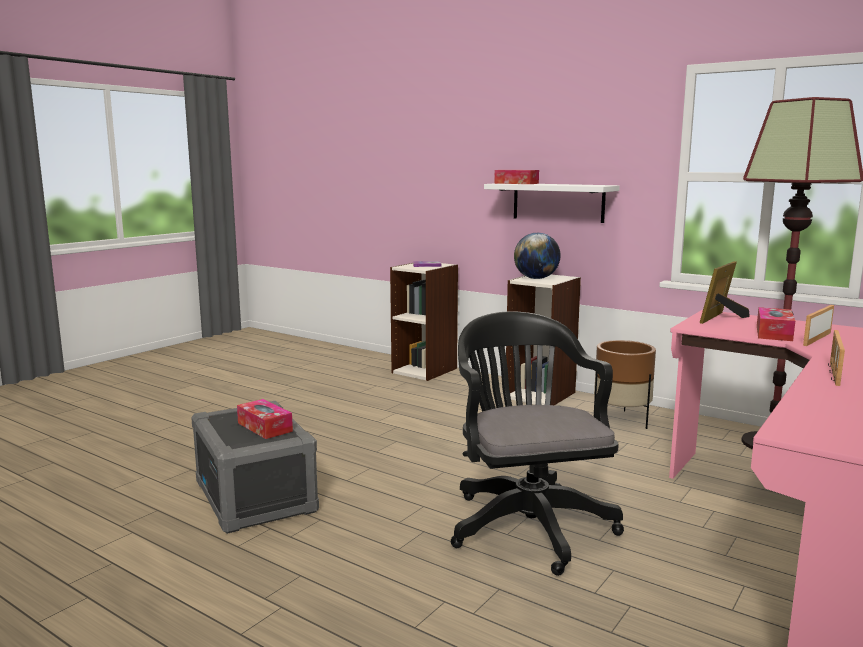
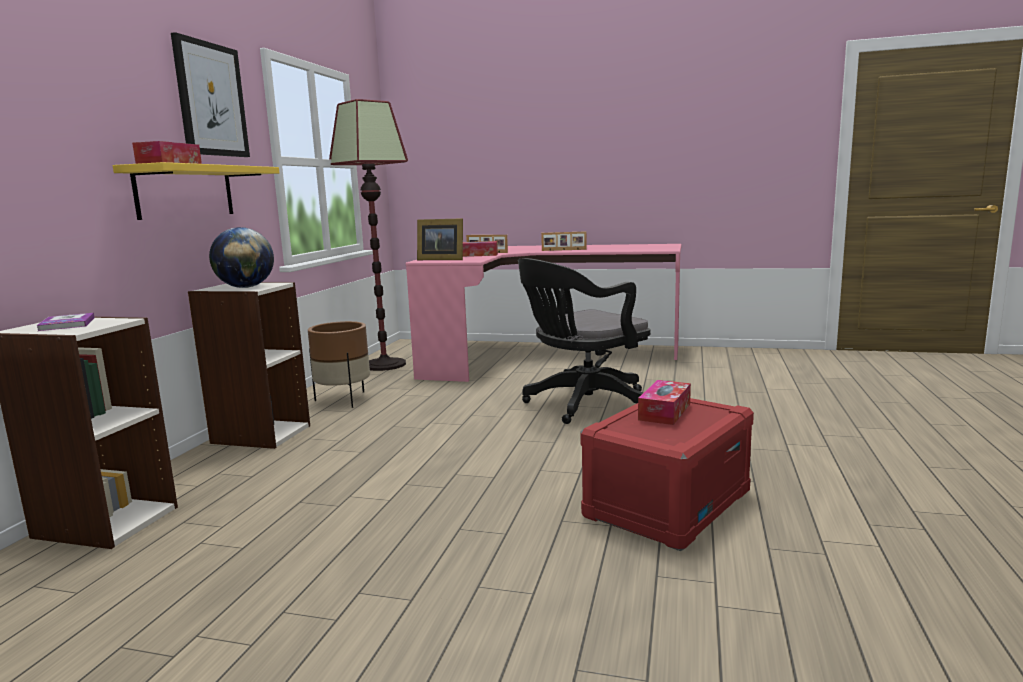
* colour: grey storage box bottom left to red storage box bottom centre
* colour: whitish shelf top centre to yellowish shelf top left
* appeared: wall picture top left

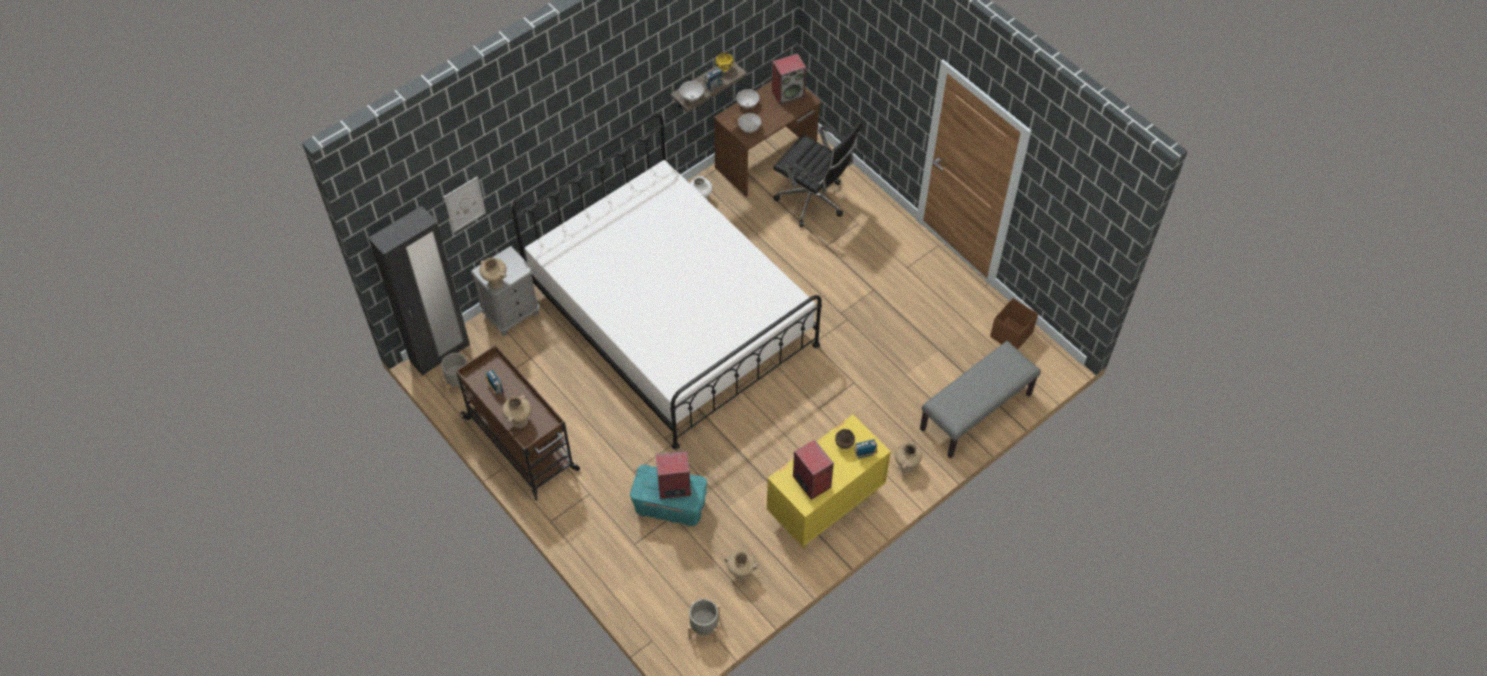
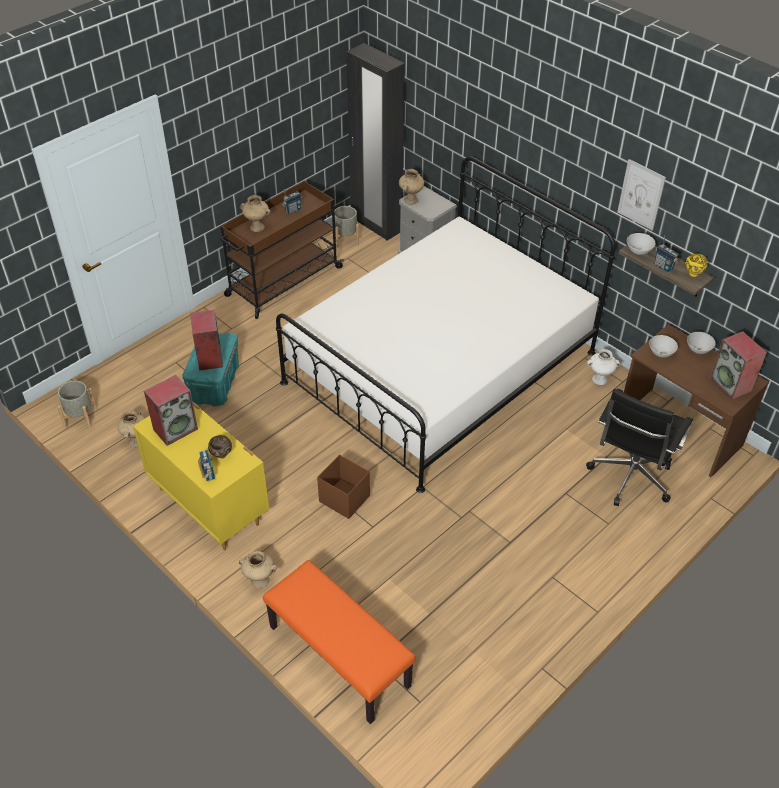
* relocated: wall picture top left to top right
* colour: grey long seat centre to orange long seat bottom centre
* relocated: brown-coloured storage box middle right to centre

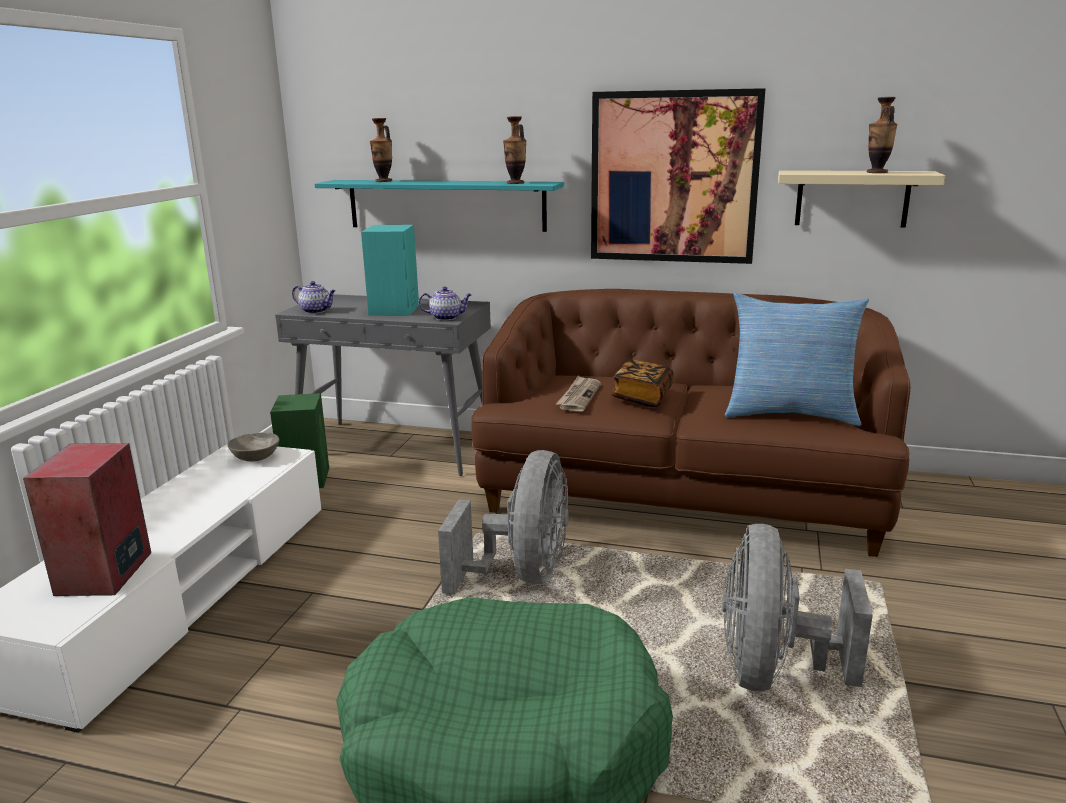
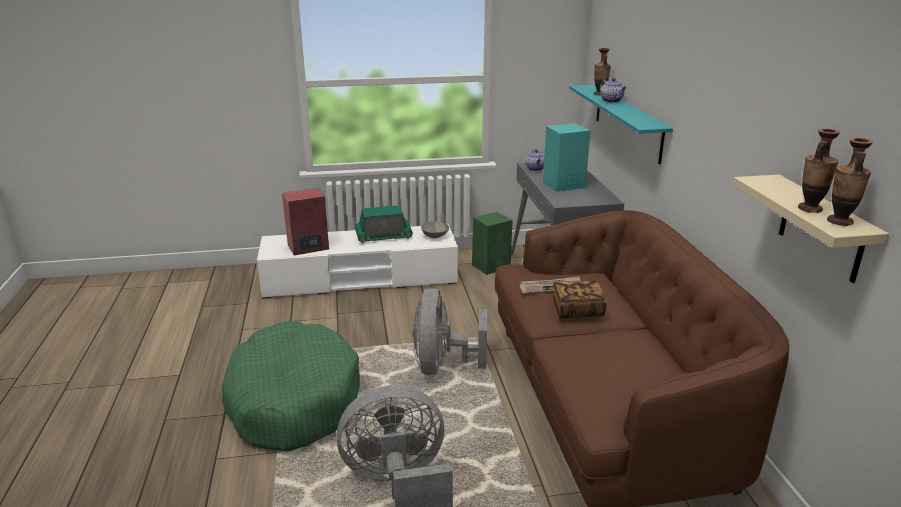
* relocated: pot for tea (no. 2 from left) centre to top right
* spun: grey fan (no. 1 from left in the first image) centre = centre 105 degrees clockwise
* relocated: decorative vase (no. 2 from left in the first image) top centre to decorative vase (no. 3 from left) middle right
* missing: wall picture top centre
* missing: cushion middle right
* appeared: radio centre

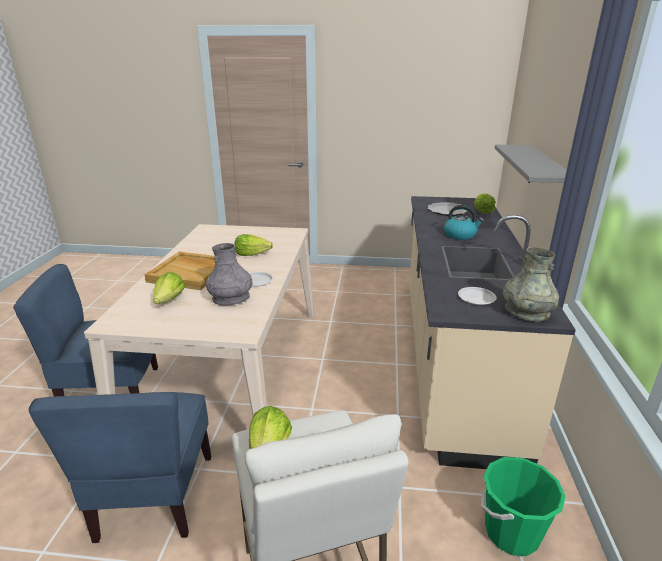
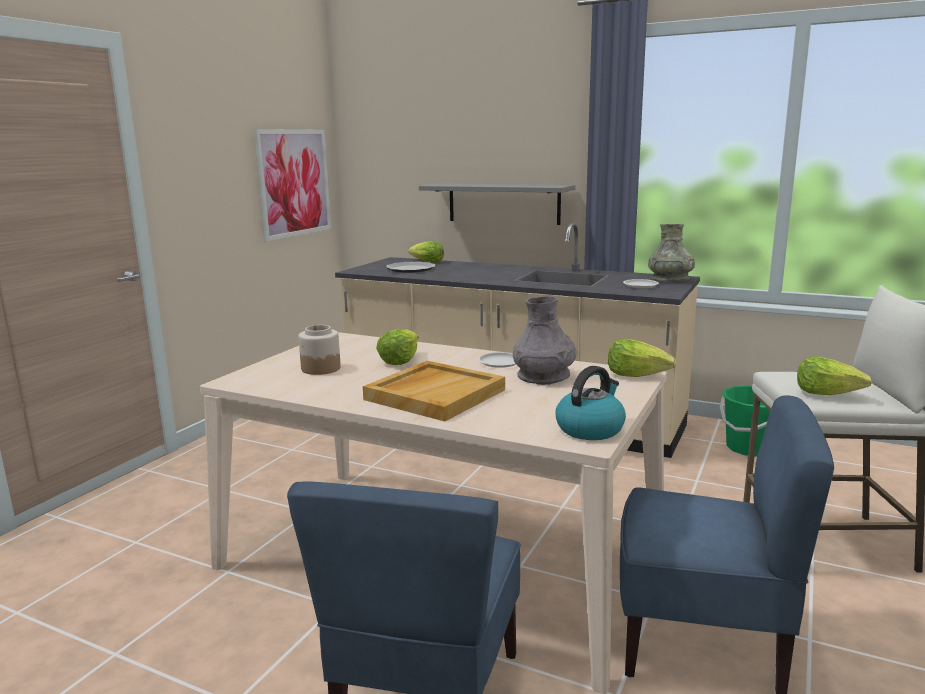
* relocated: lettuce head (no. 1 from left in the first image) middle left to lettuce head (no. 3 from left) middle right
* relocated: kettle middle right to centre
* appeared: wall picture top left
* appeared: jar centre

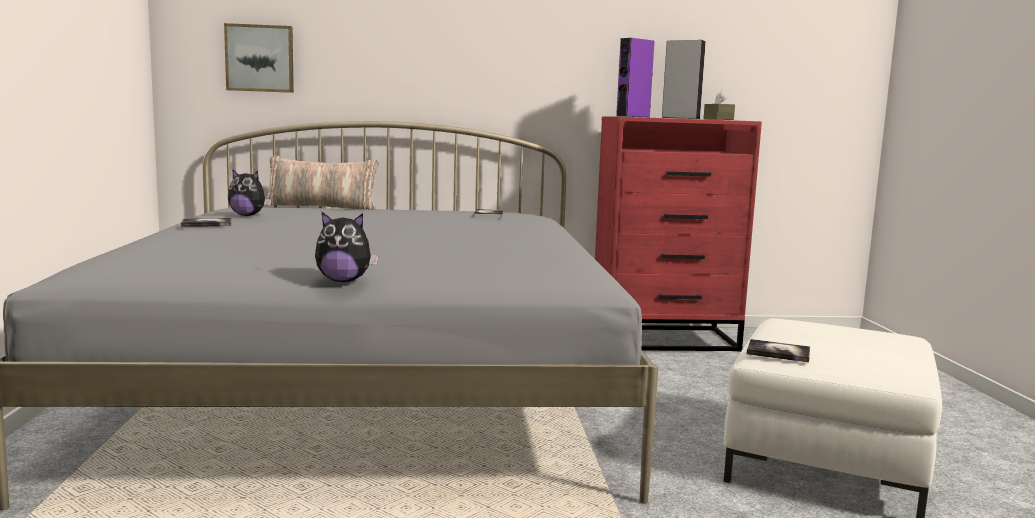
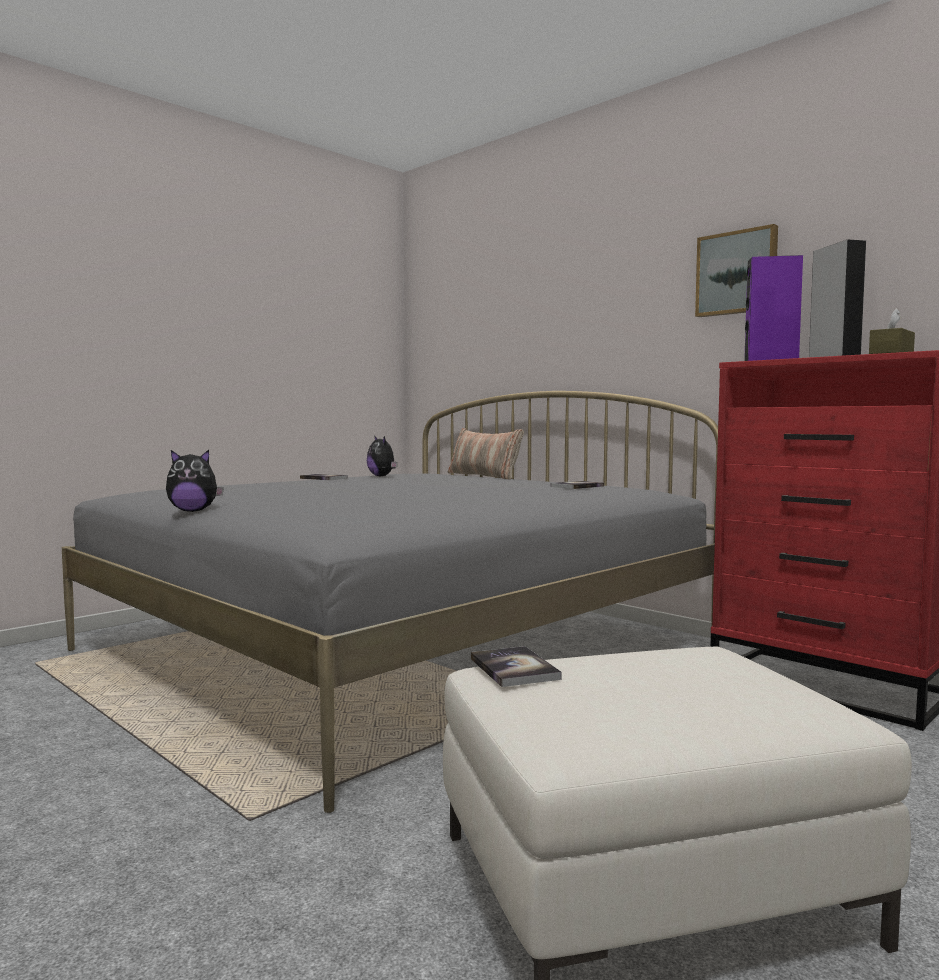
* relocated: wall picture top left to top right
* spun: soft toy (no. 2 from left in the first image) centre = middle left 60 degrees counterclockwise

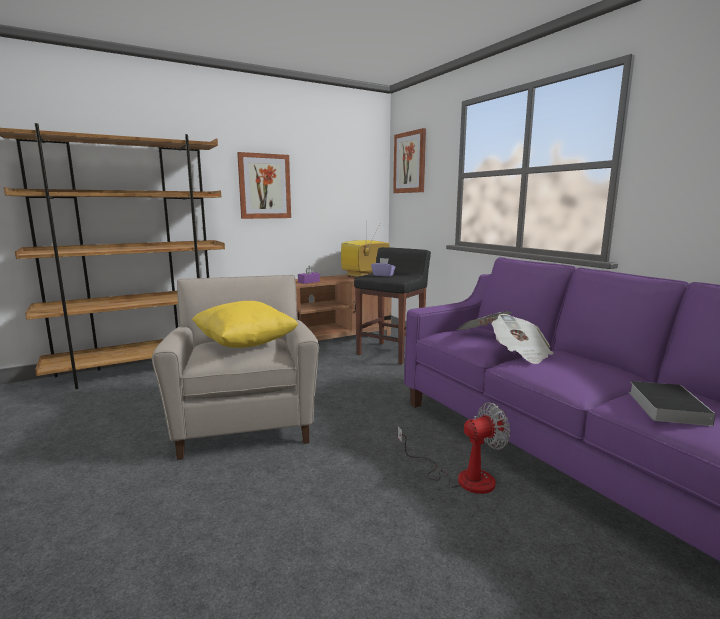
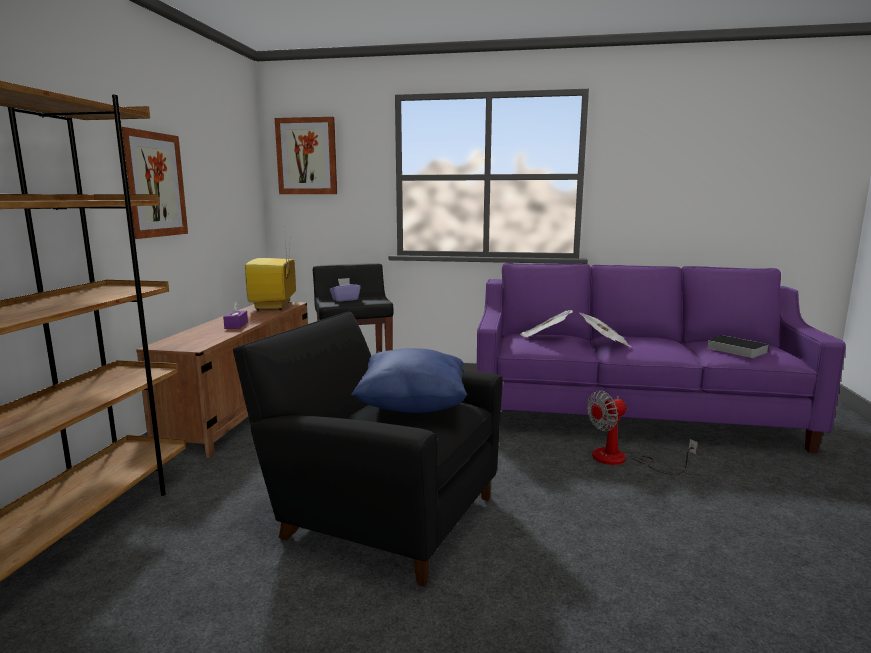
* colour: beige-coloured lounge chair middle left to blackish lounge chair bottom centre
* colour: yellowish cushion centre to blue-coloured cushion centre
* spun: fan bottom centre = middle right 135 degrees counterclockwise

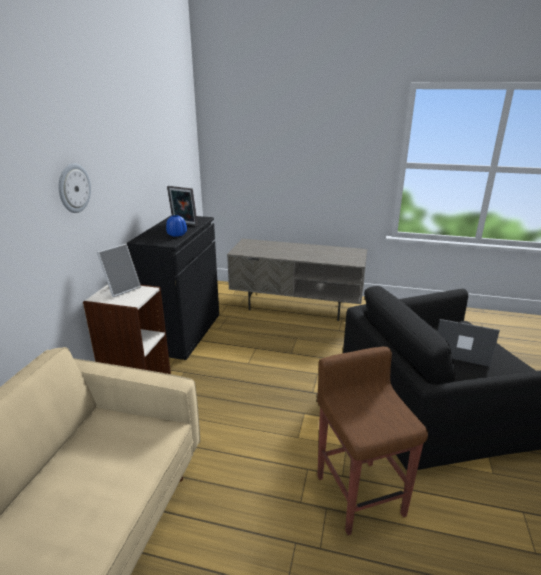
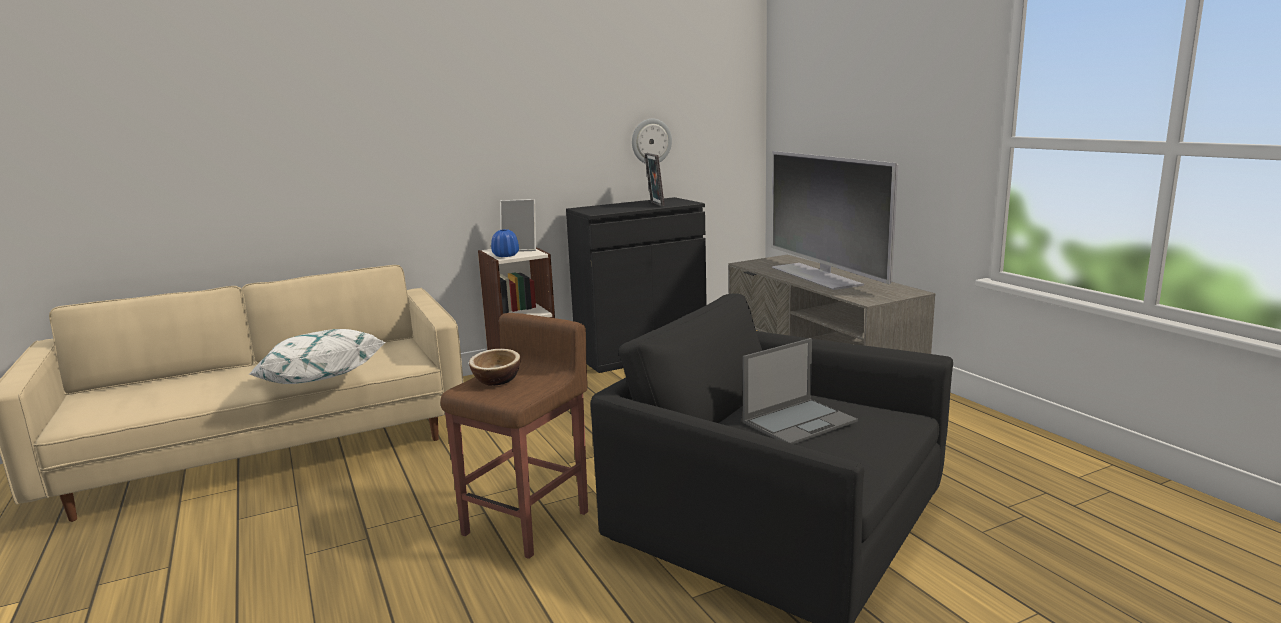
* relocated: clock on the wall top left to top centre
* relocated: blue-coloured decorative vase middle left to centre
* spun: portable computer middle right = centre 75 degrees clockwise
* appeared: whitish cushion middle left
* appeared: deep dish centre
* appeared: television centre

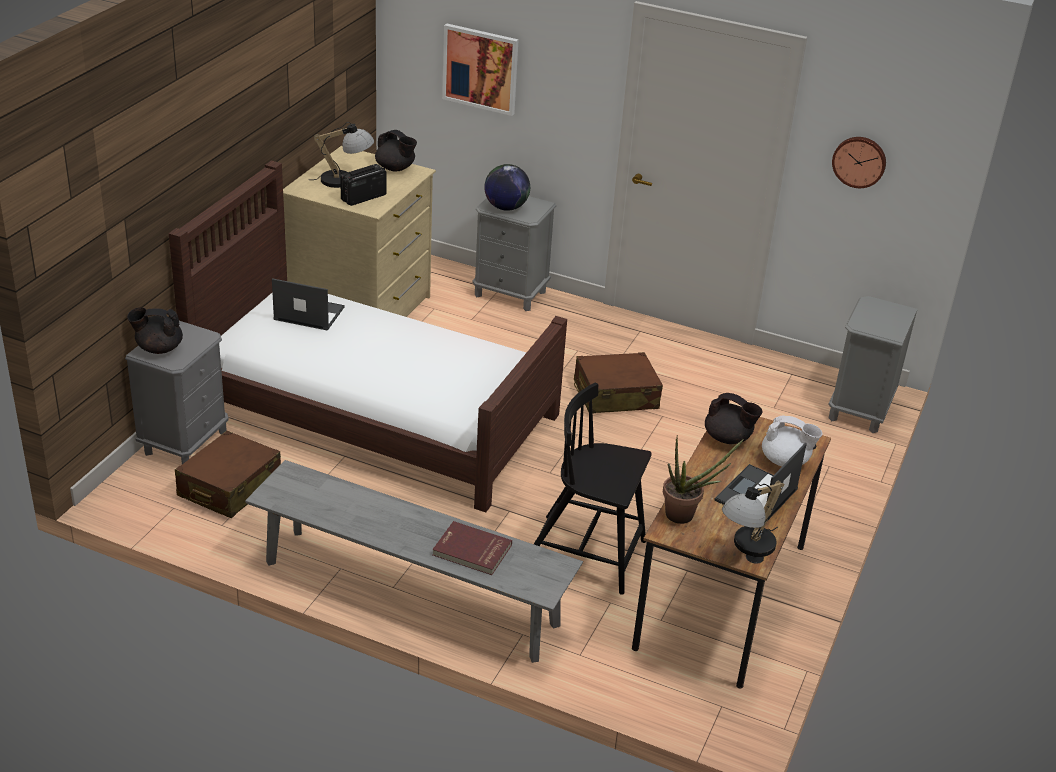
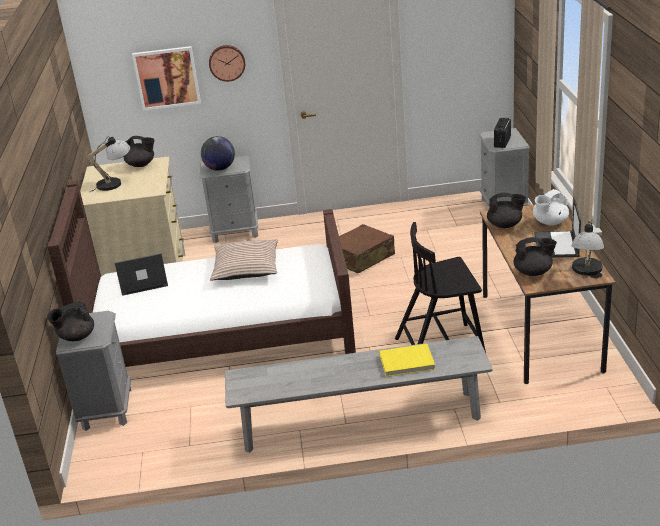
* missing: brown-coloured piece of luggage (no. 1 from left) middle left
* relocated: radio top centre to top right
* colour: red book bottom centre to yellowish book bottom centre
* exchanged: plant in a pot centre to blackish pot for tea (no. 4 from left) middle right
* spun: whitish pot for tea middle right = middle right 150 degrees clockwise
* relocated: clock on the wall top right to top centre
* appeared: cushion centre

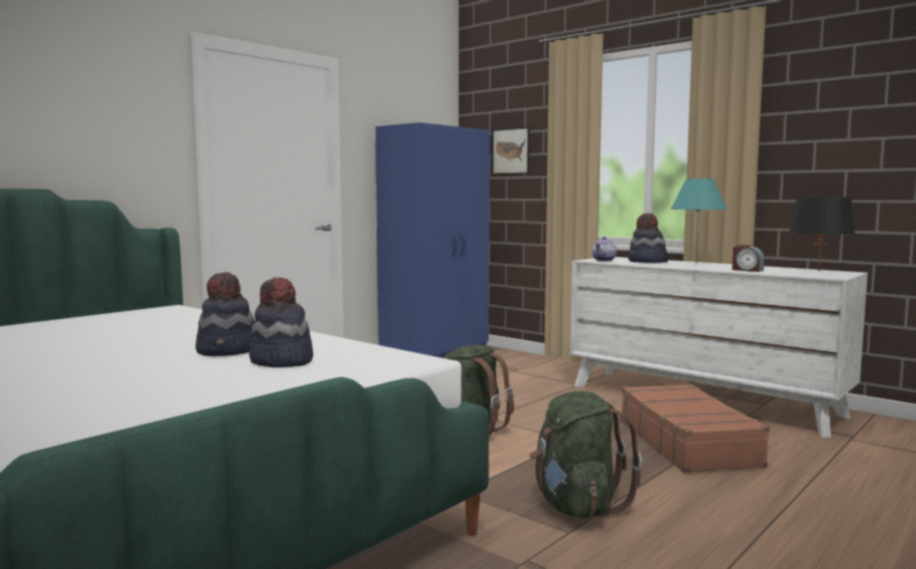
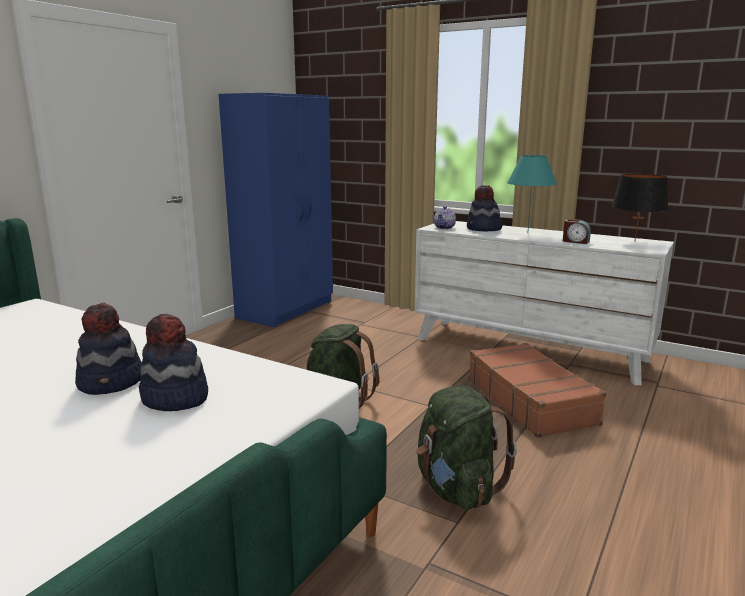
* missing: wall picture top centre

